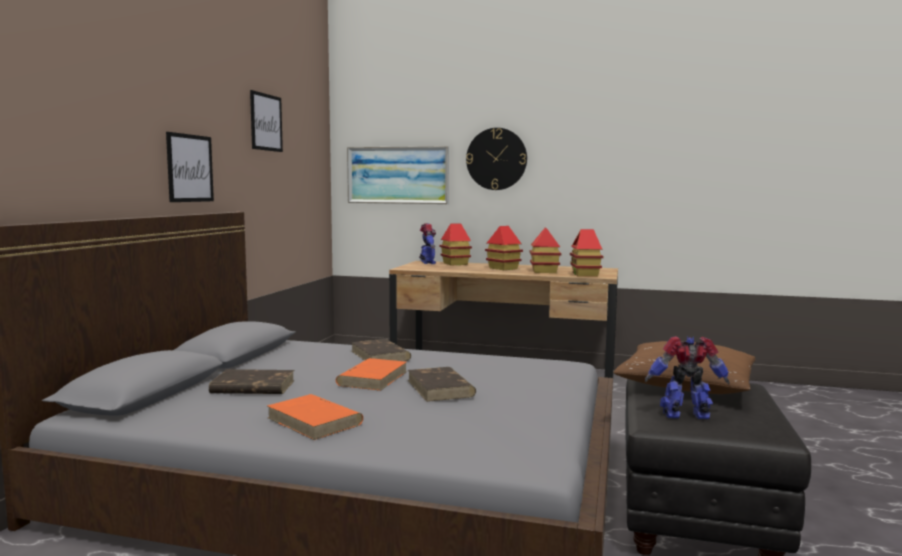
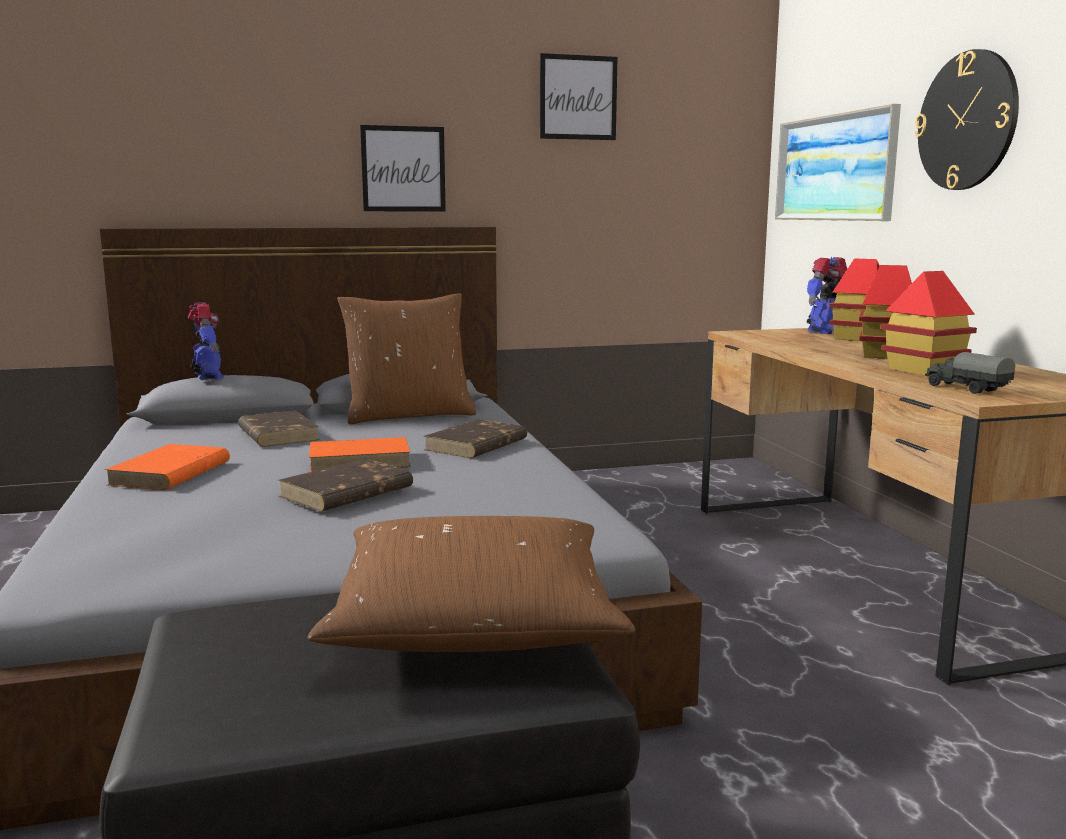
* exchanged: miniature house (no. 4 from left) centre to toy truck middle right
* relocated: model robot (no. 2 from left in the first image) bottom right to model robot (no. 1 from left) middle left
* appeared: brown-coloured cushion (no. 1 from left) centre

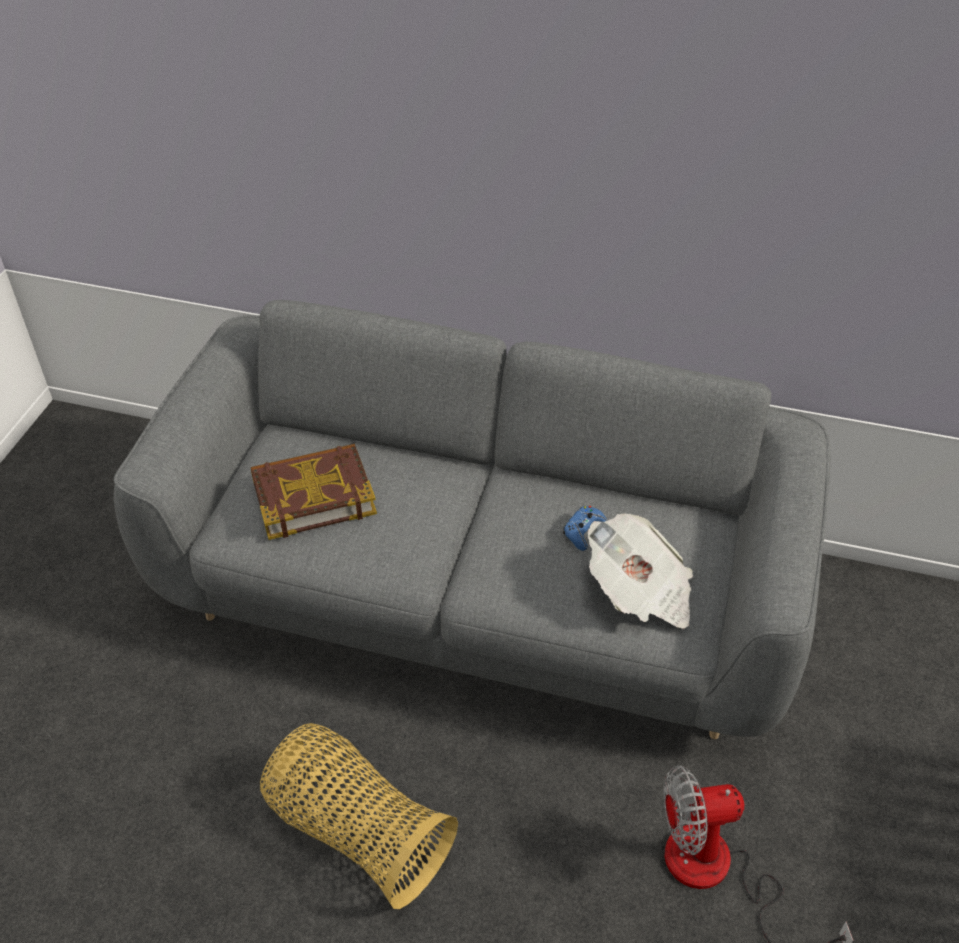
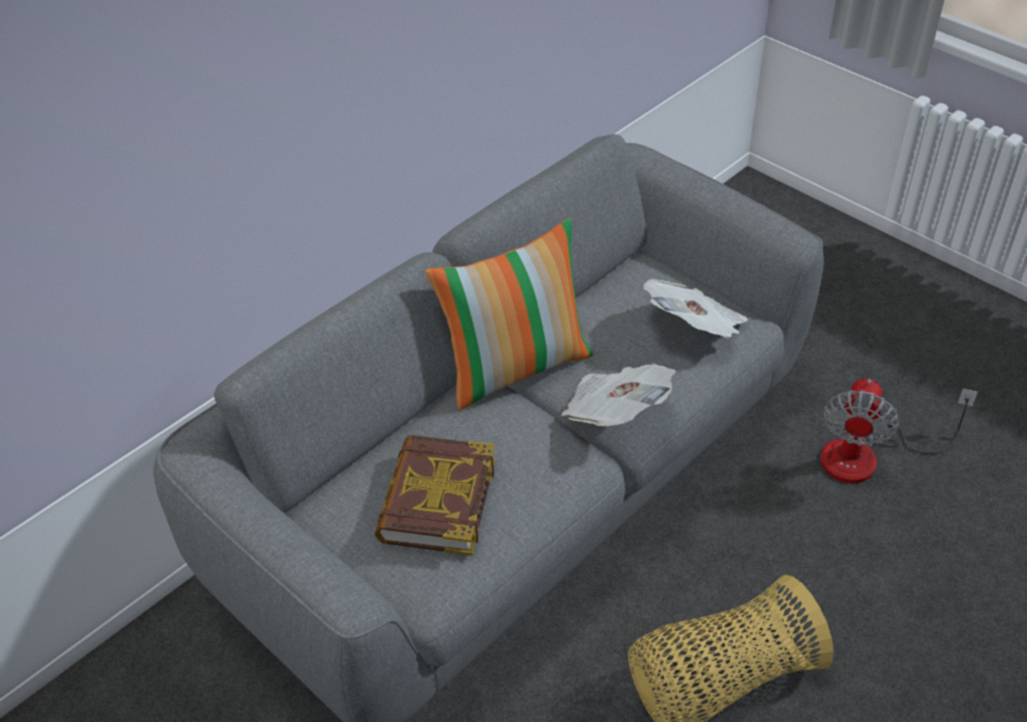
* missing: blue-coloured gamepad centre
* appeared: cushion centre
* appeared: printed paper (no. 1 from left) centre

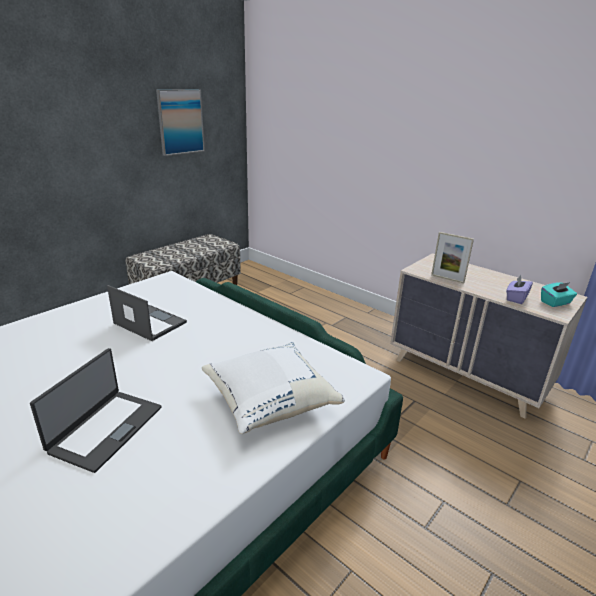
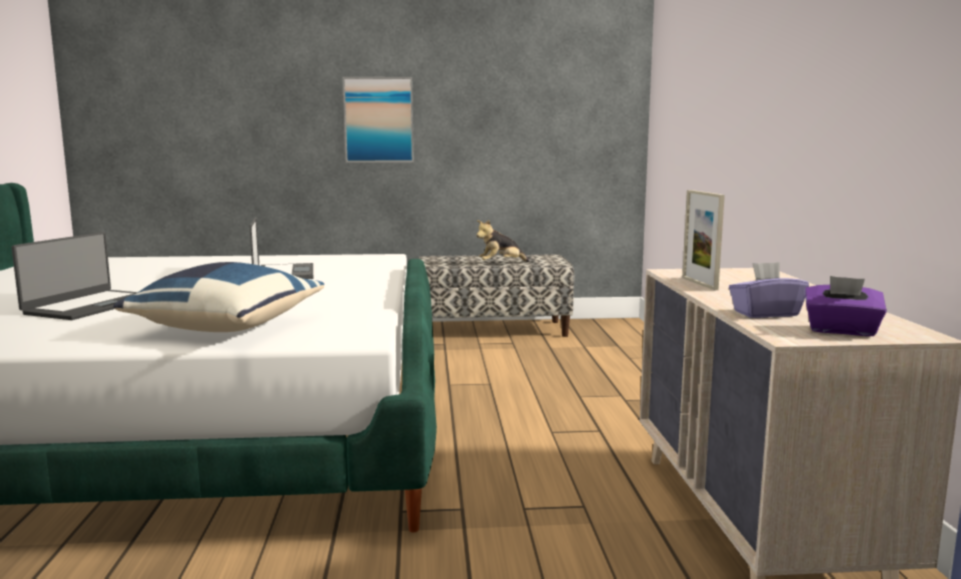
* spun: portable computer (no. 1 from left) bottom left = middle left 45 degrees counterclockwise
* relocated: wall picture top left to top centre
* colour: whitish cushion centre to blue-coloured cushion middle left
* colour: turquoise-coloured box of tissues middle right to purple-coloured box of tissues (no. 2 from left) middle right
* appeared: soft toy centre

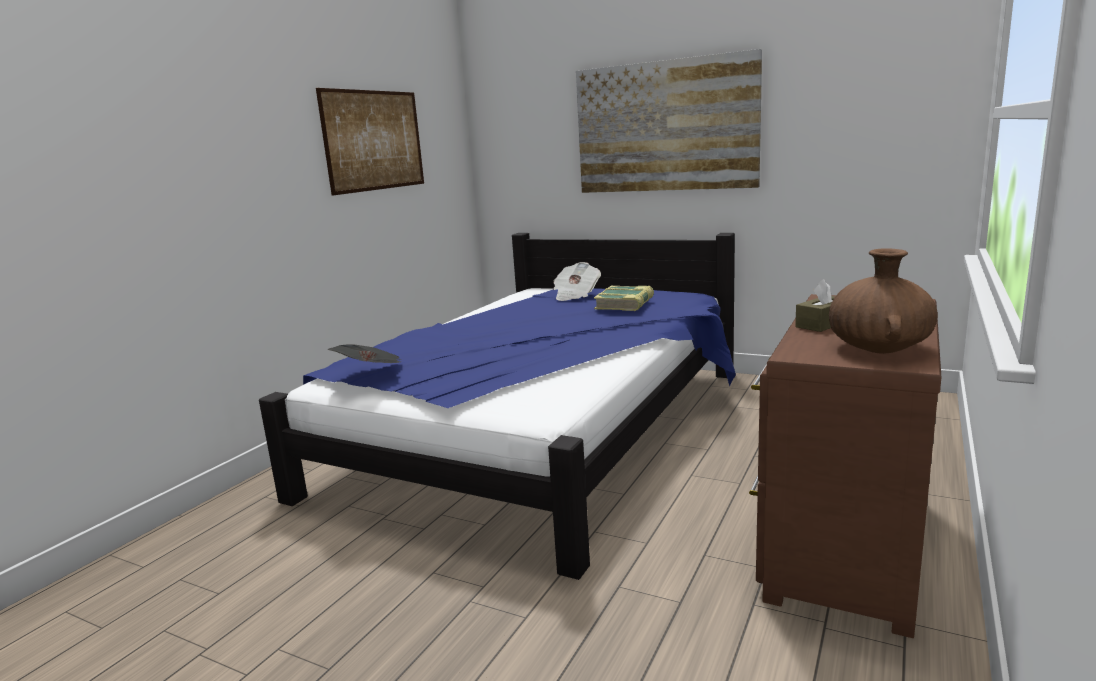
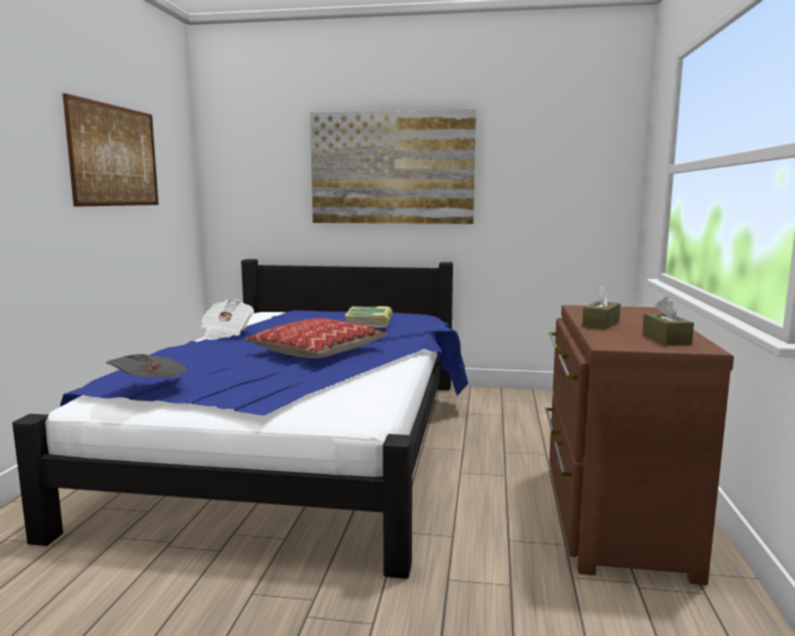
* relocated: printed paper (no. 2 from left) centre to middle left
* exchanged: brown-coloured decorative vase middle right to brown-coloured box of tissues (no. 2 from left) middle right
* appeared: cushion centre

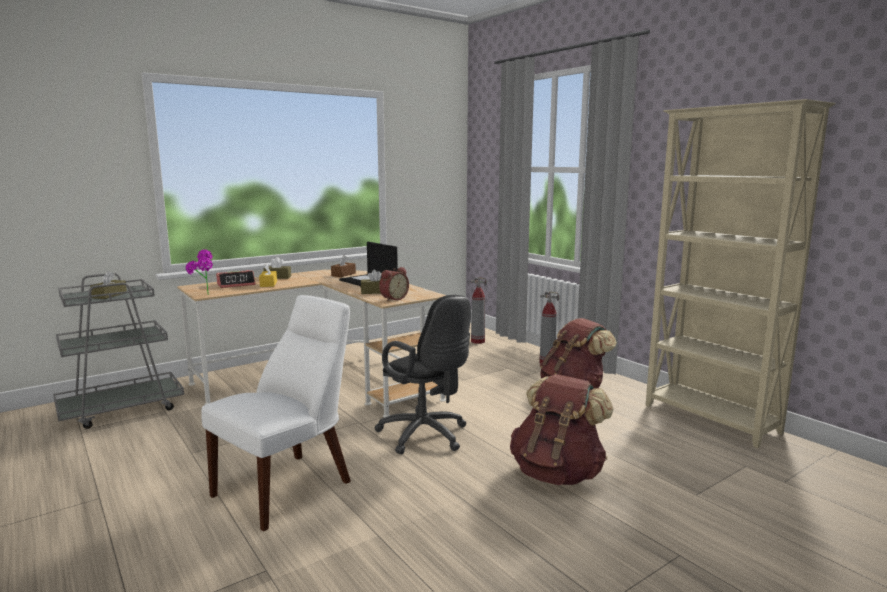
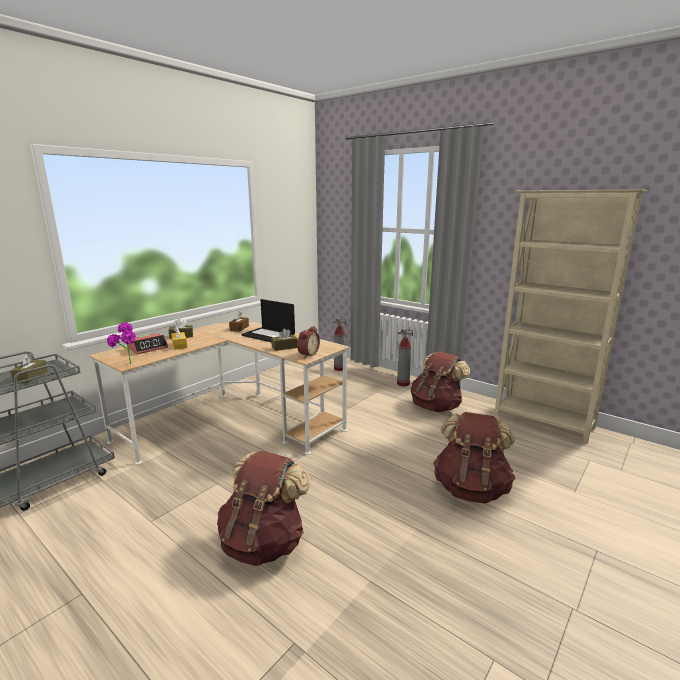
* exchanged: whitish plain chair bottom left to brown-coloured knapsack (no. 1 from left) bottom centre
* missing: blackish desk chair centre

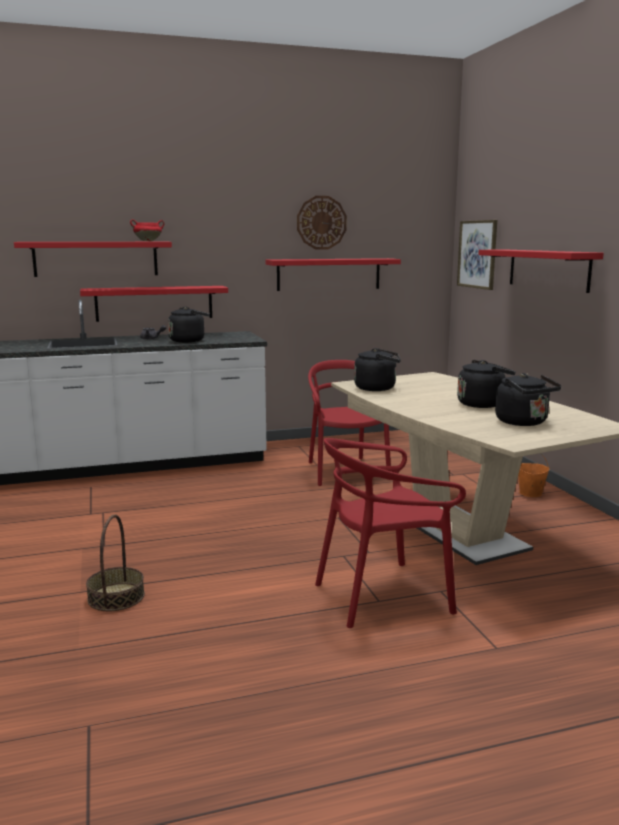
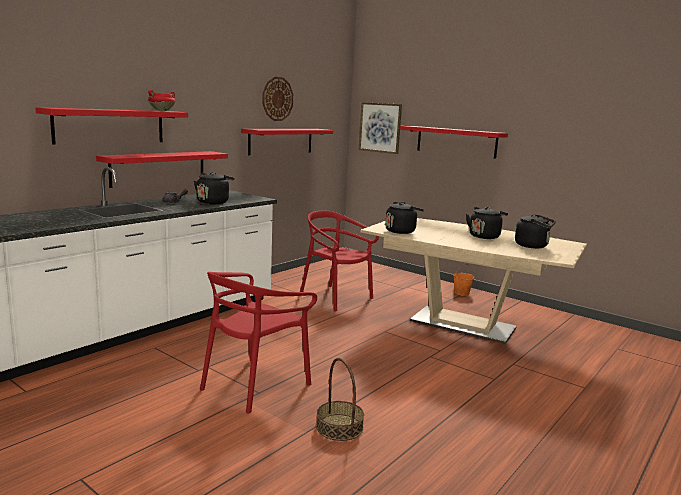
* relocated: red plain chair (no. 2 from left in the first image) centre to red plain chair (no. 1 from left) bottom centre

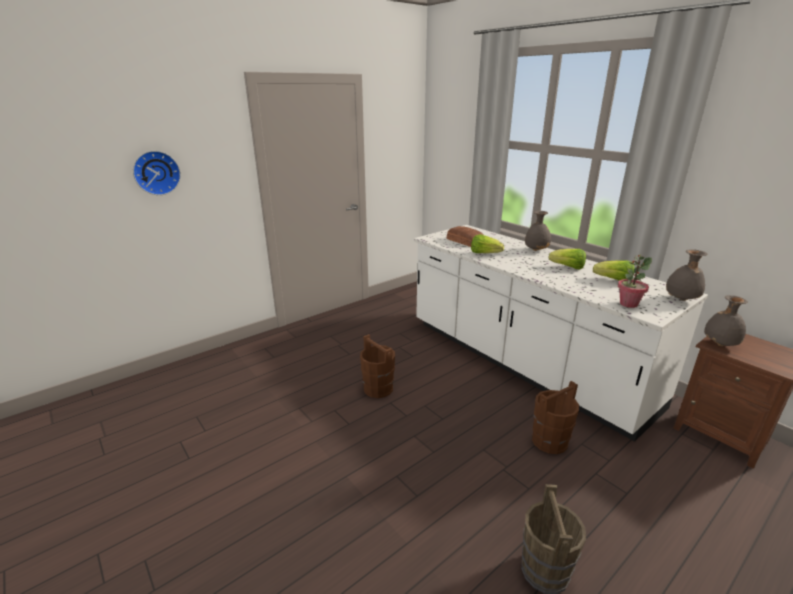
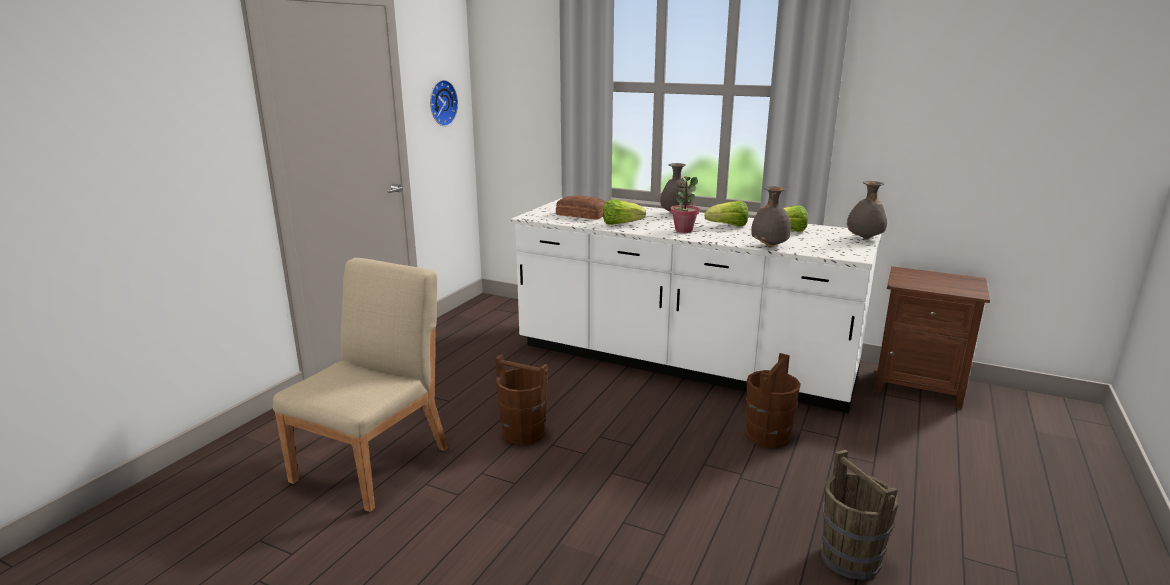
* relocated: clock on the wall top left to top centre
* relocated: plant in a pot middle right to centre
* relocated: grey decorative vase (no. 3 from left in the first image) middle right to grey decorative vase (no. 2 from left) centre
* appeared: beige-coloured plain chair middle left

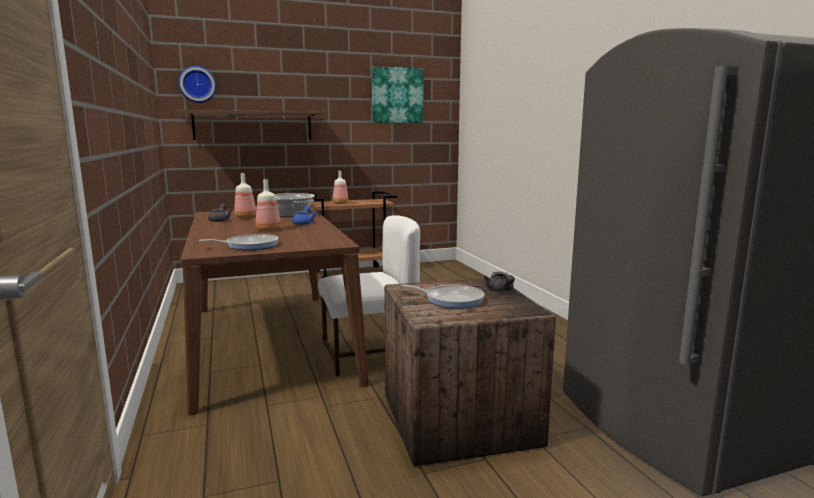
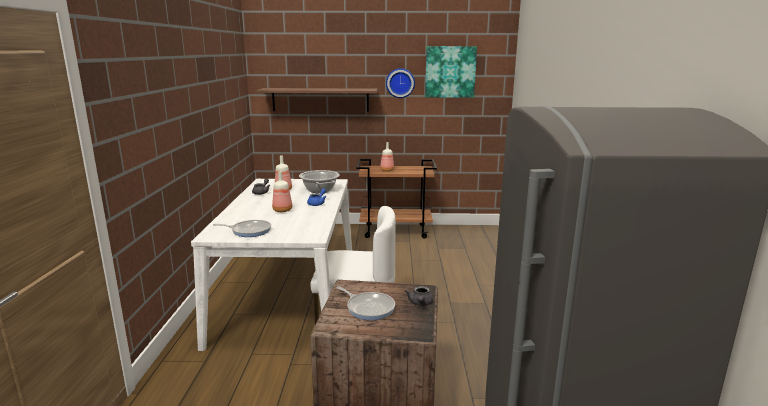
* relocated: clock on the wall top left to top centre
* colour: brown-coloured dining table centre to whitish dining table centre

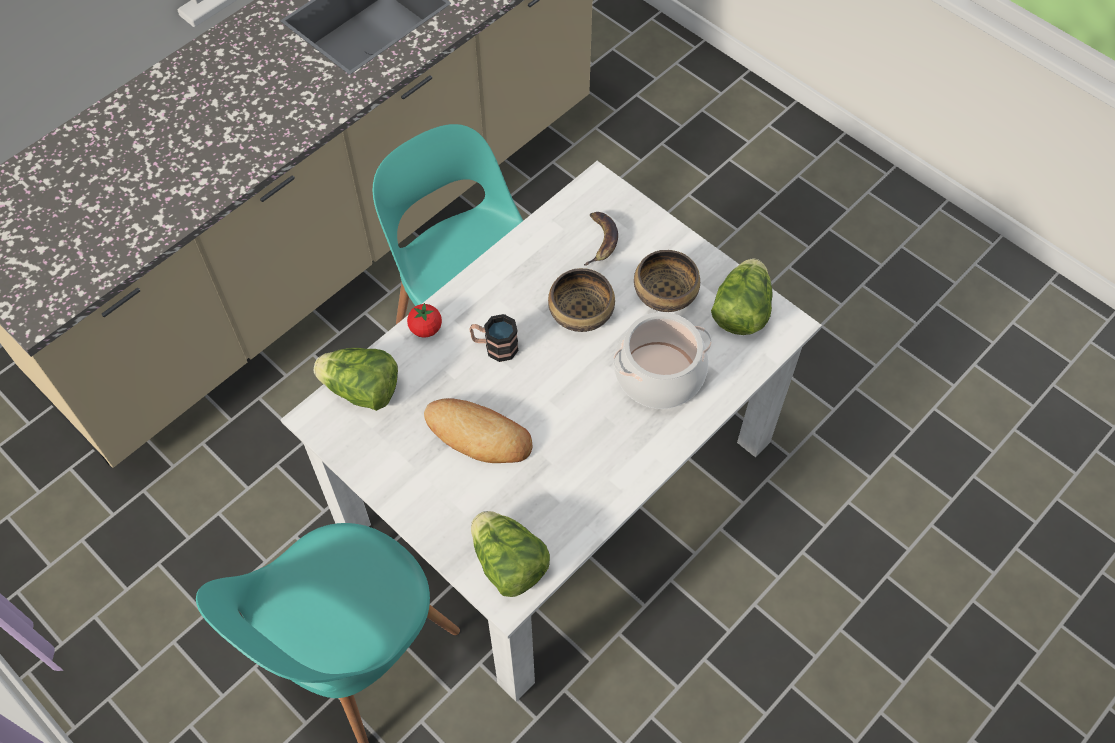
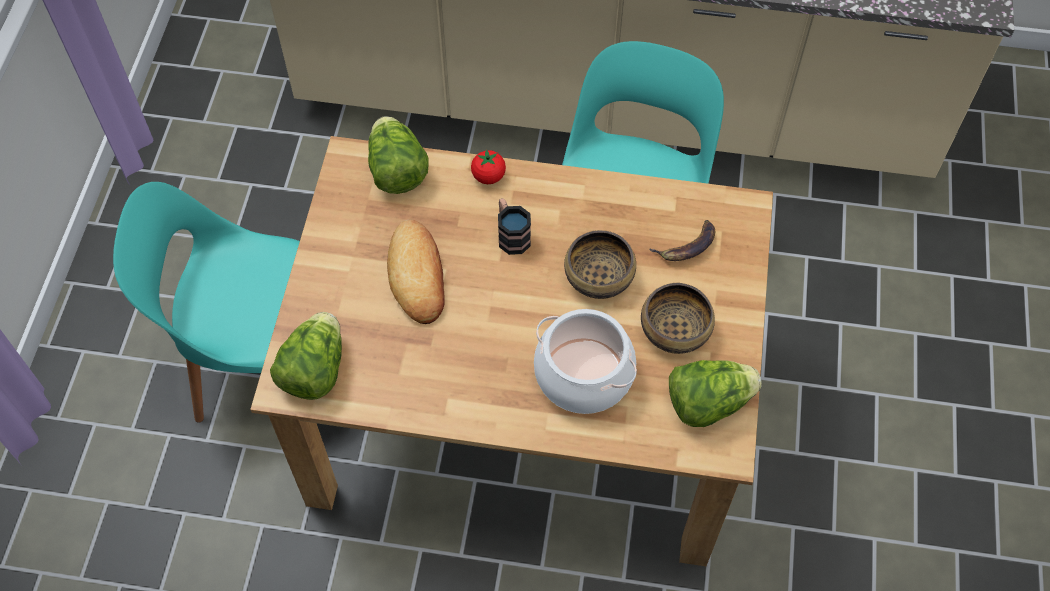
* colour: whitish dining table centre to brown-coloured dining table centre

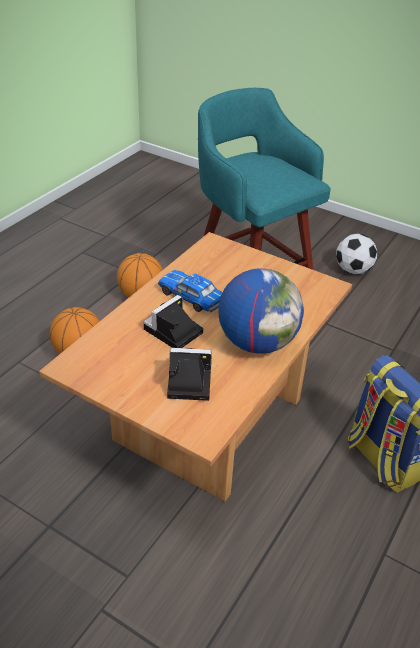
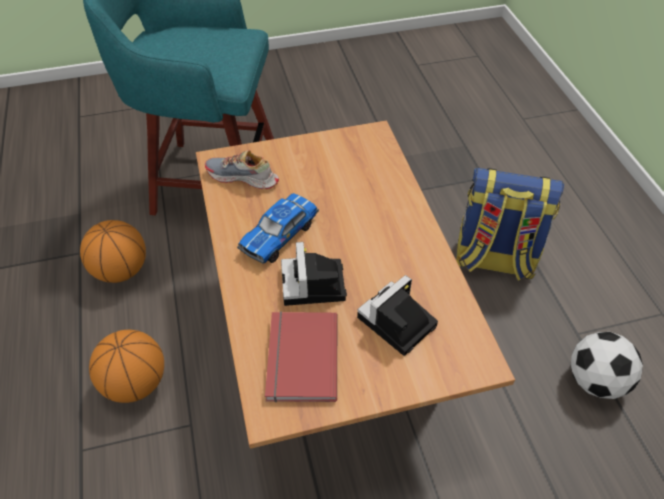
* spun: model car centre = centre 45 degrees counterclockwise
* missing: desk globe centre
* relocated: ball for football middle right to bottom right
* appeared: shoe centre
* appeared: red book bottom centre

